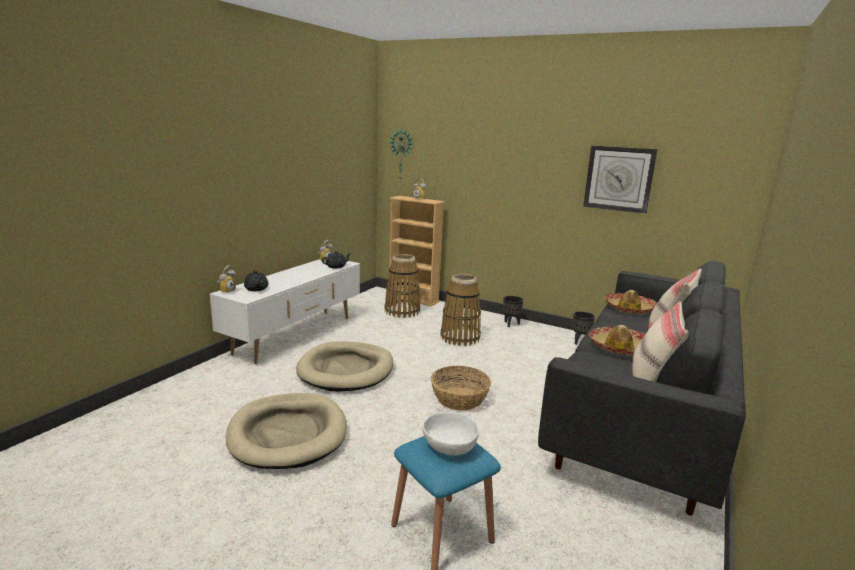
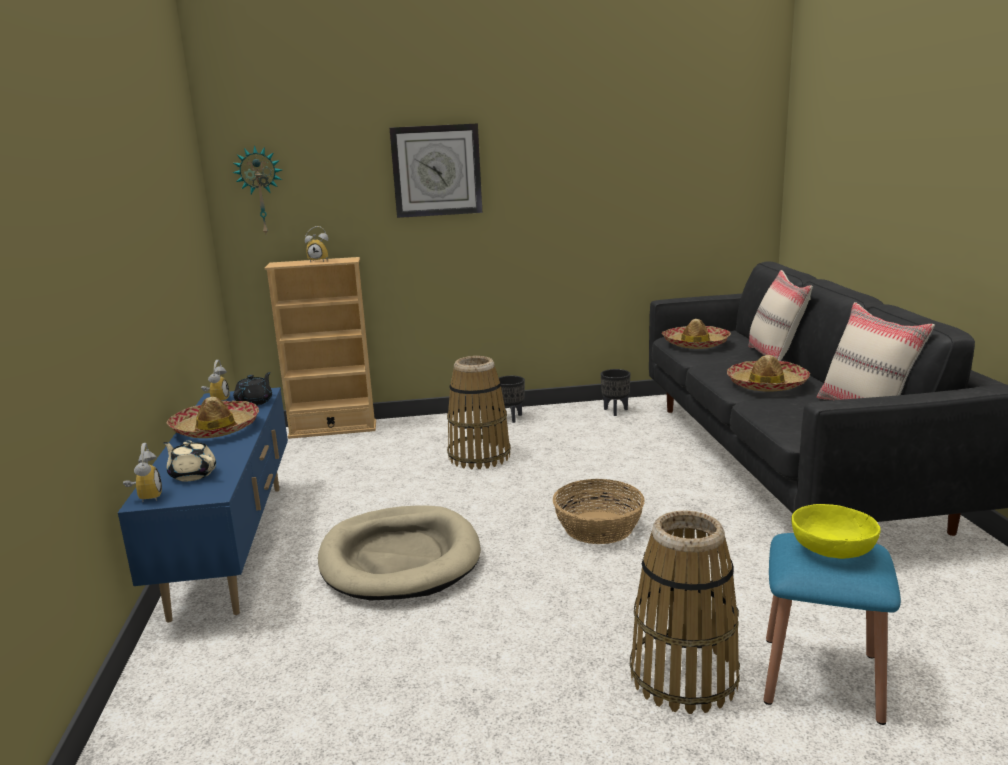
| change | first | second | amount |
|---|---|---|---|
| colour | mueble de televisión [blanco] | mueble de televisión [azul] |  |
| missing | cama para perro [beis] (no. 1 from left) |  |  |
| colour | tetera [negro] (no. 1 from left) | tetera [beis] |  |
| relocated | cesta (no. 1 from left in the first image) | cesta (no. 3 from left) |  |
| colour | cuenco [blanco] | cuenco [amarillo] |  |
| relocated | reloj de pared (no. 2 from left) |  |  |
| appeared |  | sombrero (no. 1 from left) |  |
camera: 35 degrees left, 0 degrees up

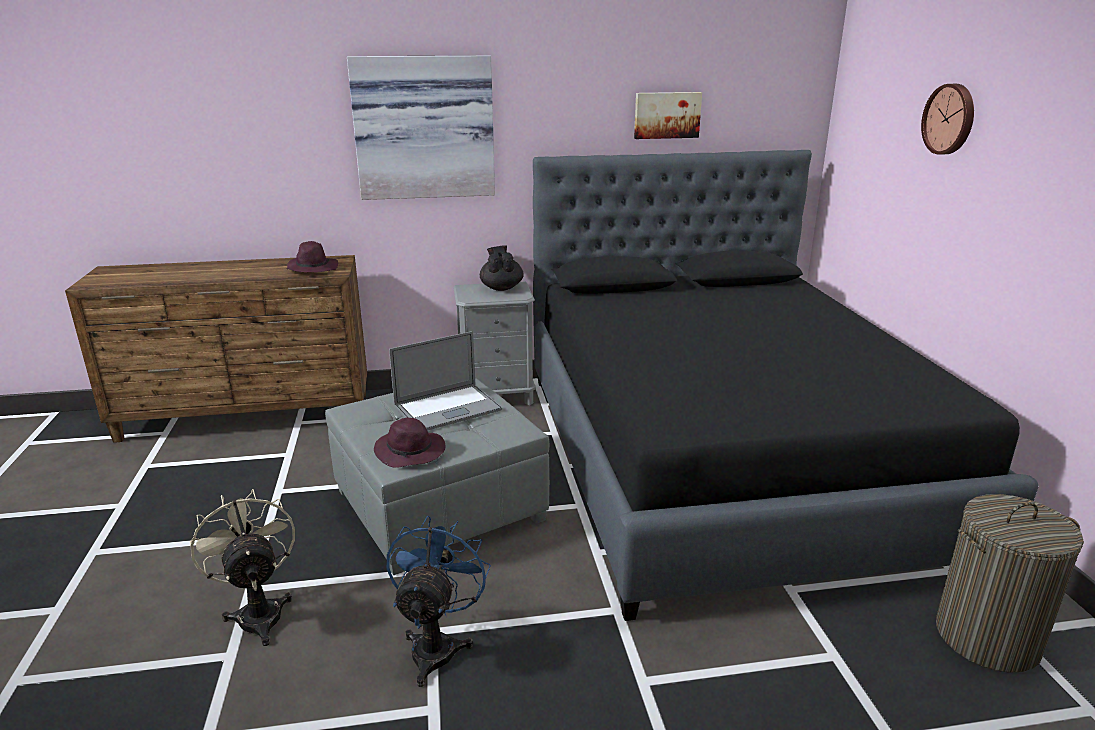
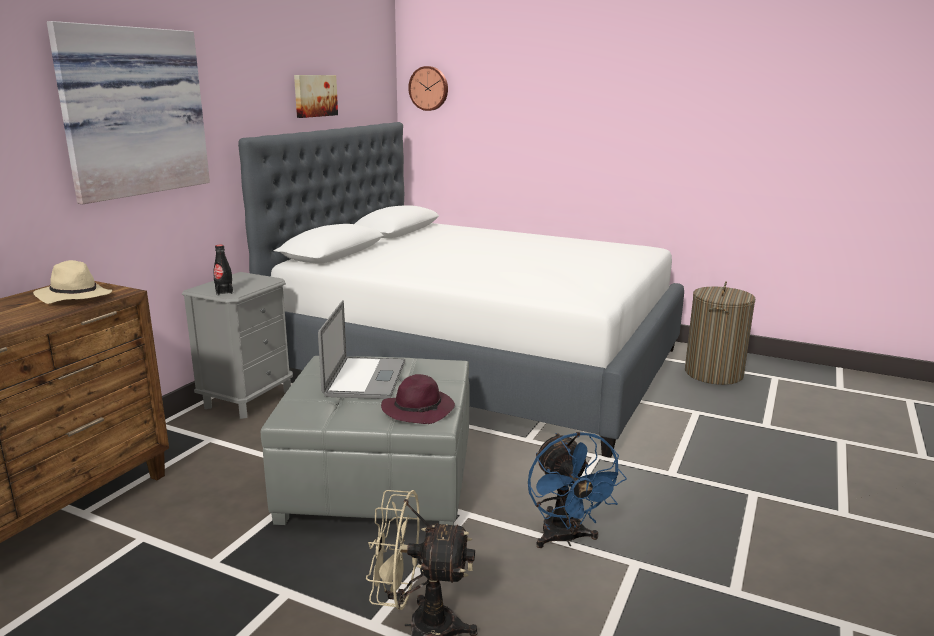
| change | first | second | amount |
|---|---|---|---|
| colour | sombrero [morado] (no. 1 from left) | sombrero [beis] |  |
| spun | ventilador [azul] |  | 150 degrees counterclockwise |
| missing | tetera [negro] |  |  |
| colour | cama [negro] | cama [blanco] |  |
| relocated | reloj de pared |  |  |
| appeared |  | botella [negro] |  |
camera: 55 degrees left, 5 degrees down

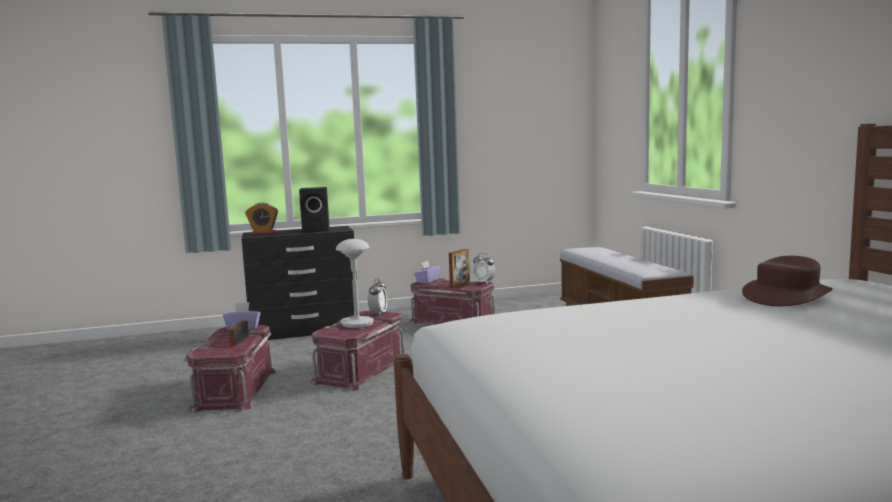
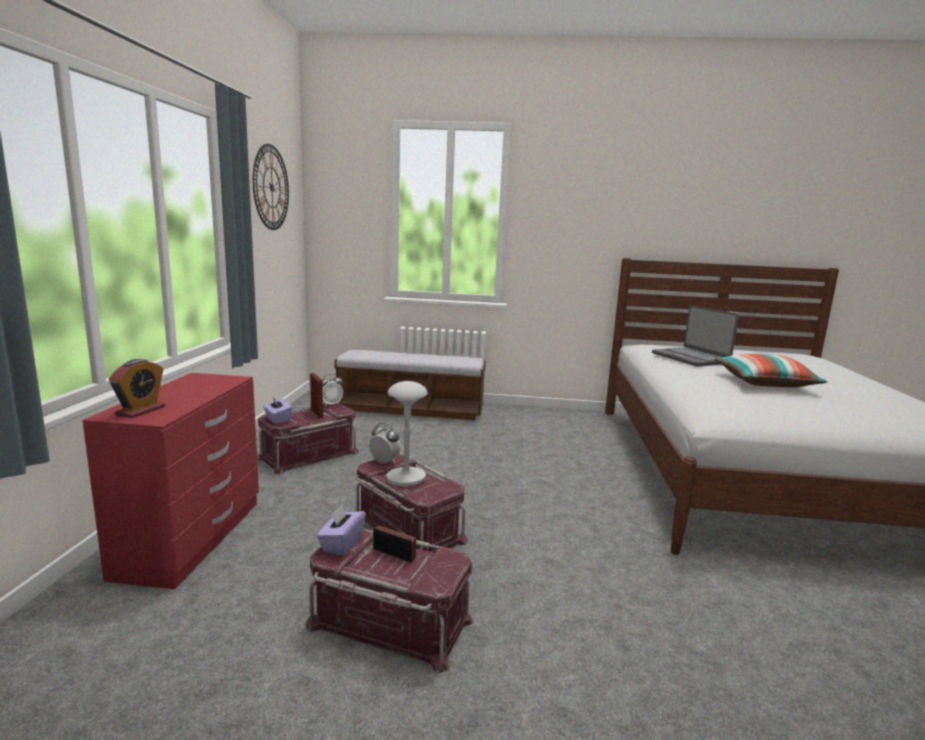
| change | first | second | amount |
|---|---|---|---|
| colour | cómoda [negro] | cómoda [rojo] |  |
| missing | altavoz [negro] |  |  |
| exchanged | sombrero [marrón] | portátil |  |
| appeared |  | reloj de pared |  |
| appeared |  | cojín |  |
camera: 70 degrees left, 5 degrees up

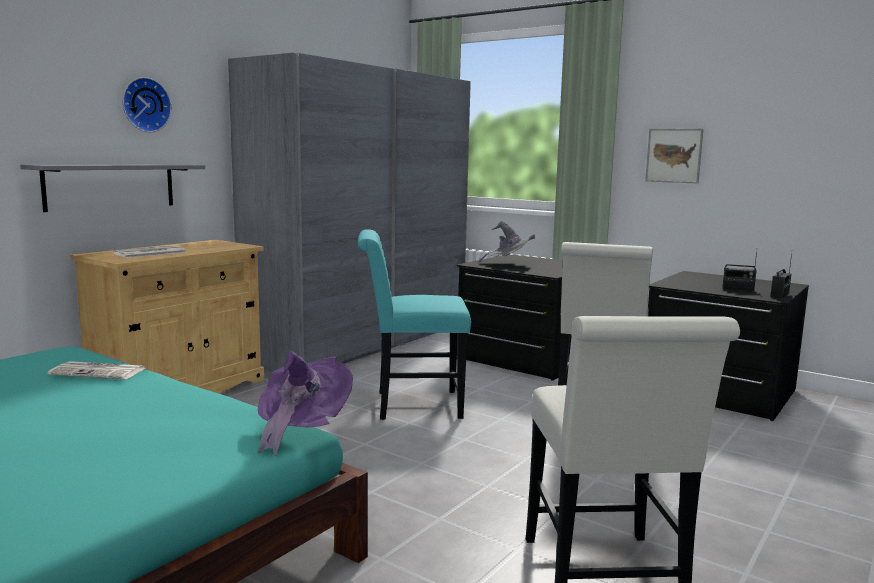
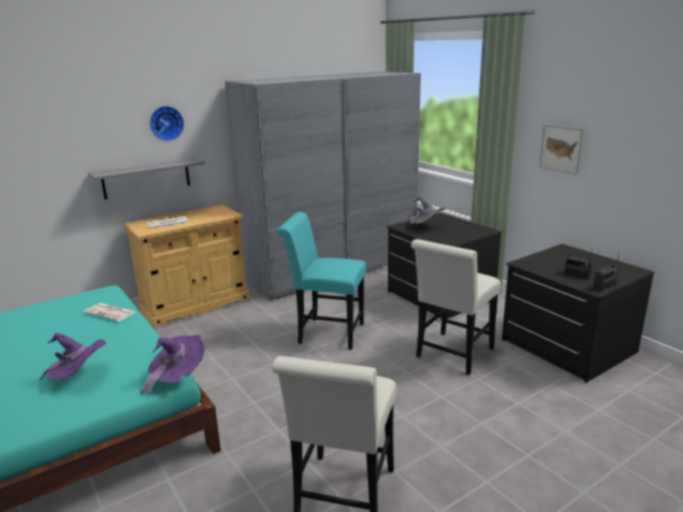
| change | first | second | amount |
|---|---|---|---|
| appeared |  | sombrero [morado] (no. 1 from left) |  |
camera: 20 degrees right, 10 degrees up

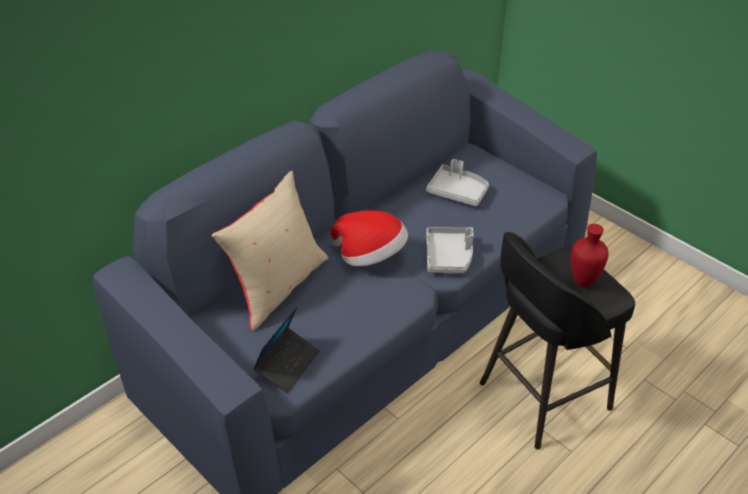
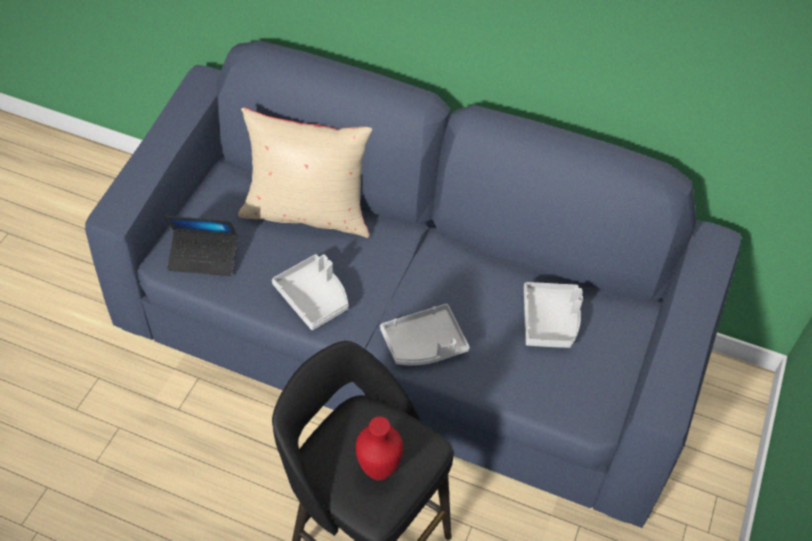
| change | first | second | amount |
|---|---|---|---|
| missing | sombrero |  |  |
| appeared |  | bandeja [gris] (no. 1 from left) |  |
camera: 65 degrees right, 10 degrees up

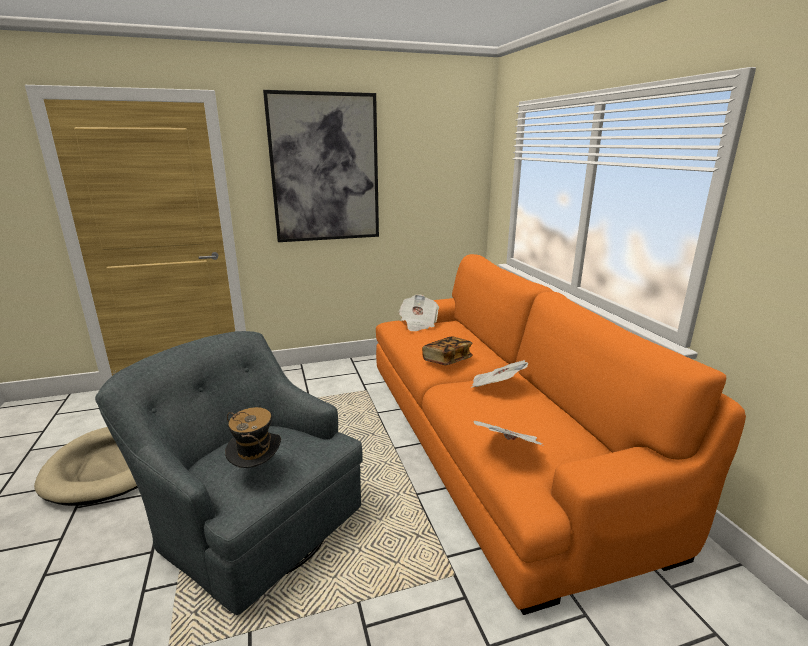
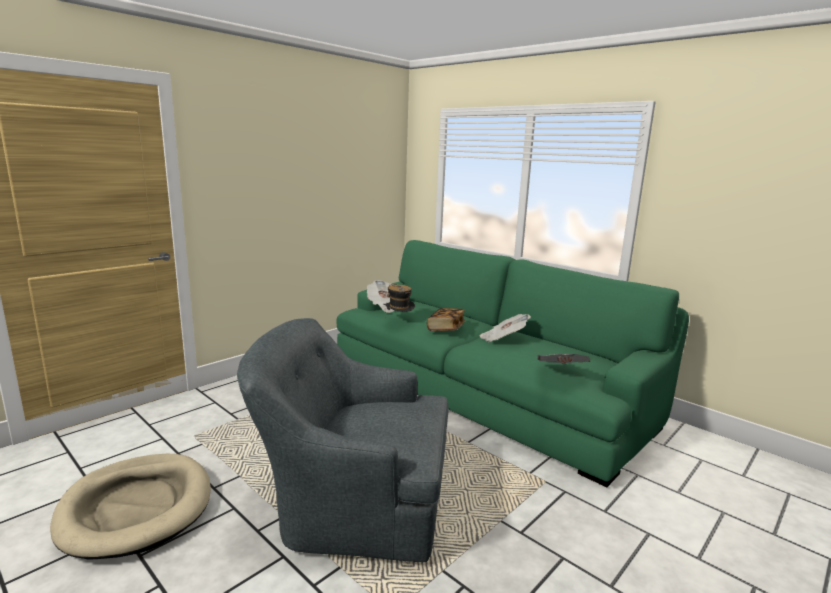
| change | first | second | amount |
|---|---|---|---|
| relocated | sombrero |  |  |
| missing | cuadro |  |  |
| colour | sofá [naranja] | sofá [verde] |  |
camera: 30 degrees left, 5 degrees down

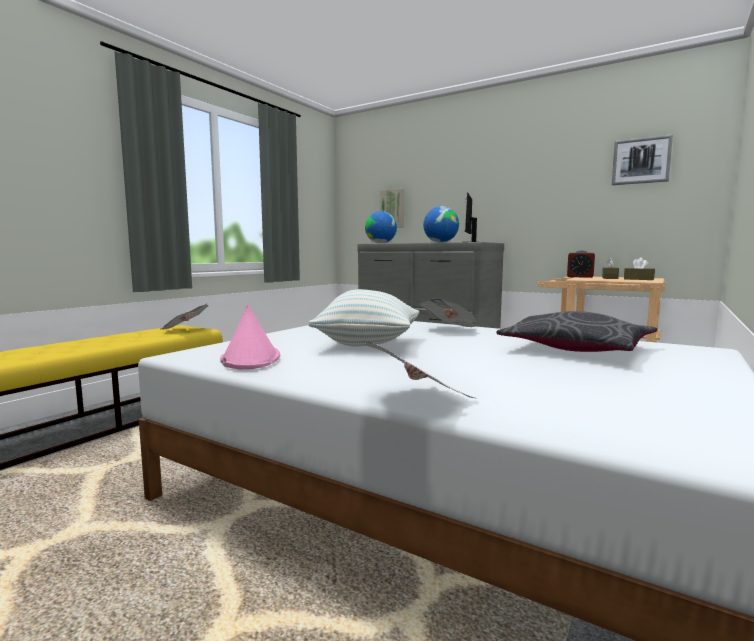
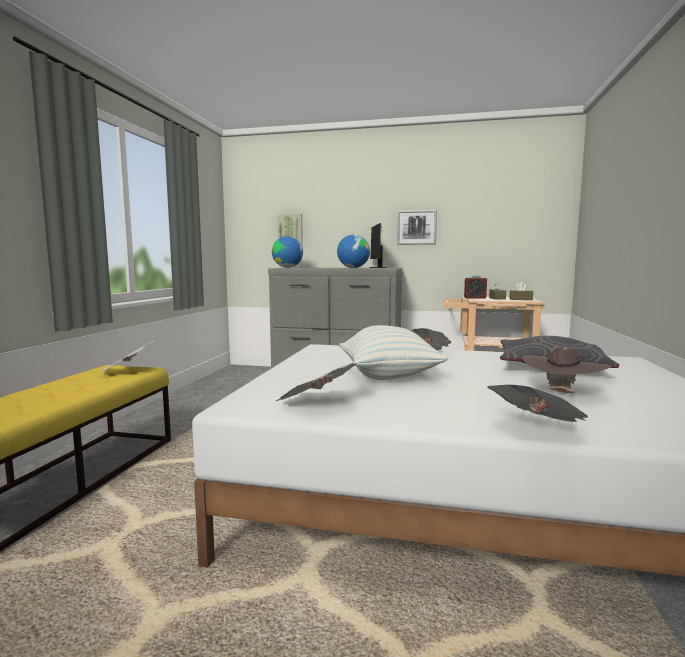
| change | first | second | amount |
|---|---|---|---|
| exchanged | sombrero [rosa] | periódico (no. 2 from left) |  |
| relocated | cuadro (no. 2 from left) |  |  |
| appeared |  | sombrero [marrón] |  |
camera: 20 degrees left, 0 degrees up

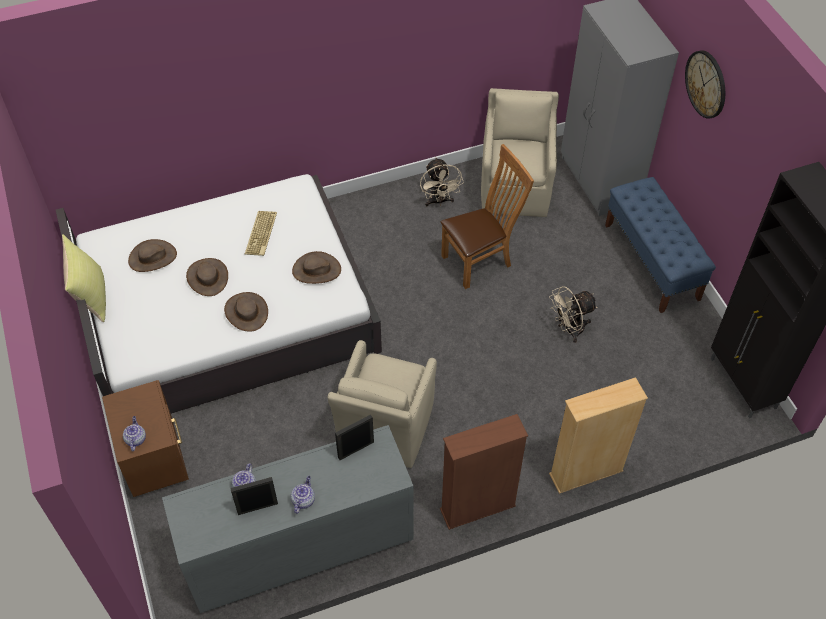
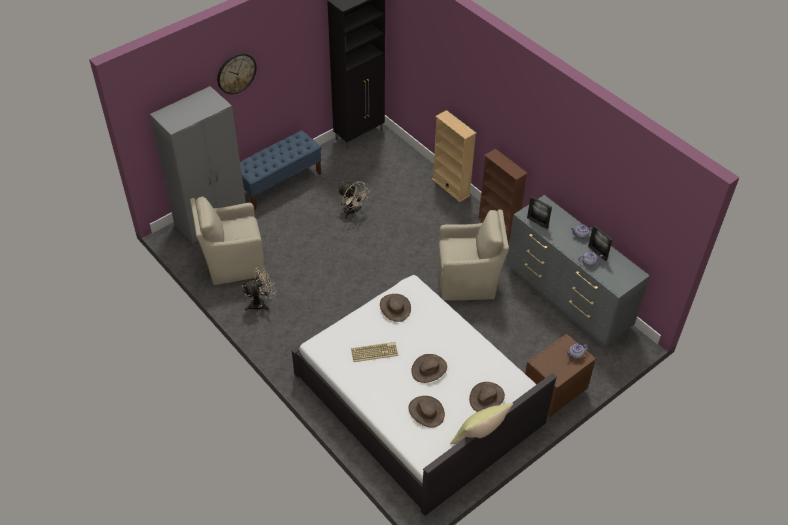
| change | first | second | amount |
|---|---|---|---|
| relocated | sombrero [marrón] (no. 3 from left in the first image) | sombrero [marrón] (no. 4 from left) |  |
| missing | silla [marrón] |  |  |
camera: 110 degrees left, 5 degrees down

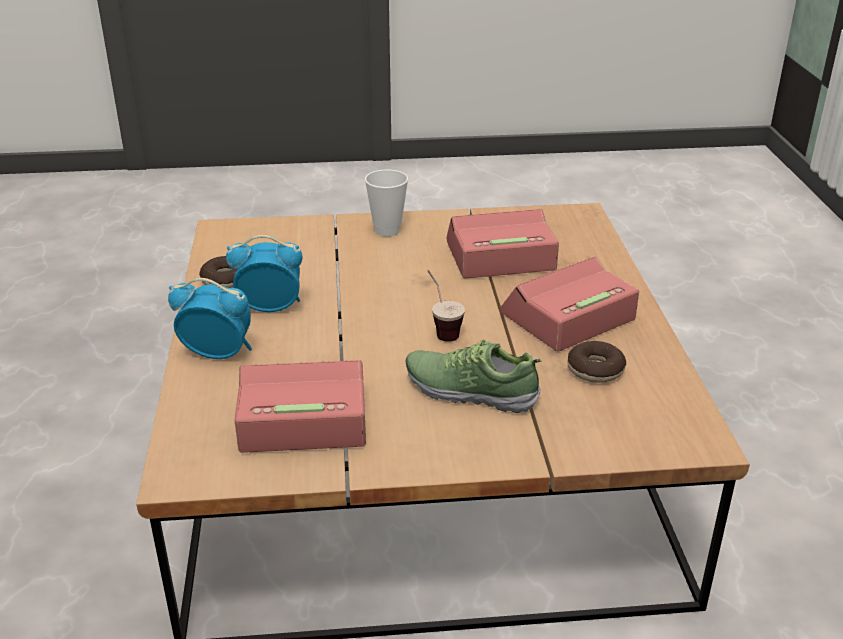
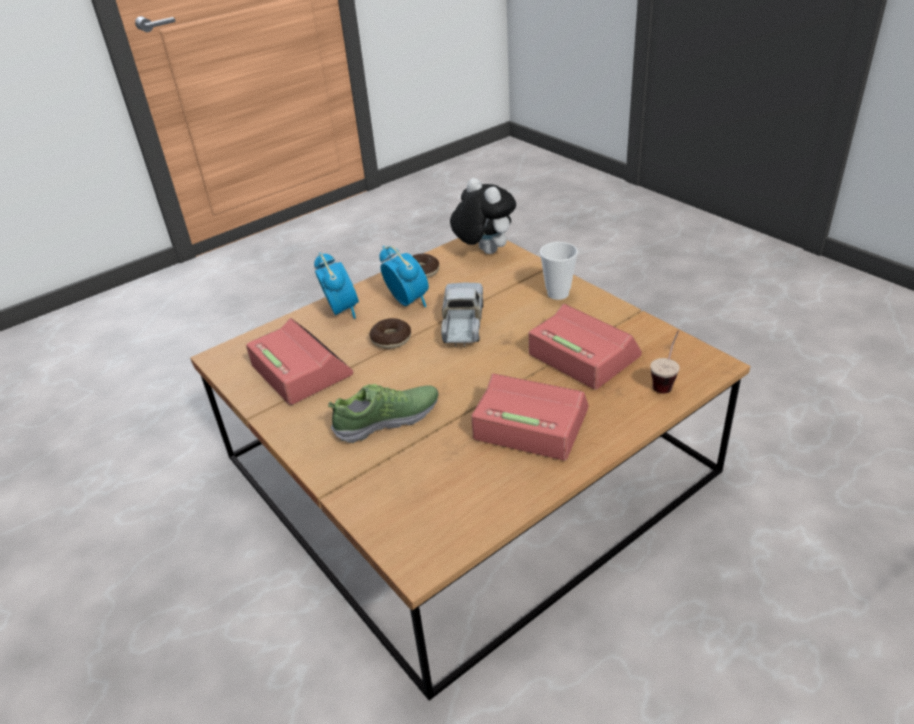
| change | first | second | amount |
|---|---|---|---|
| spun | zapato |  | 75 degrees clockwise |
| relocated | taza (no. 2 from left) |  |  |
| relocated | rosquilla (no. 2 from left in the first image) | rosquilla (no. 1 from left) |  |
| appeared |  | camión de juguete |  |
| appeared |  | peluche |  |
camera: 60 degrees right, 5 degrees up

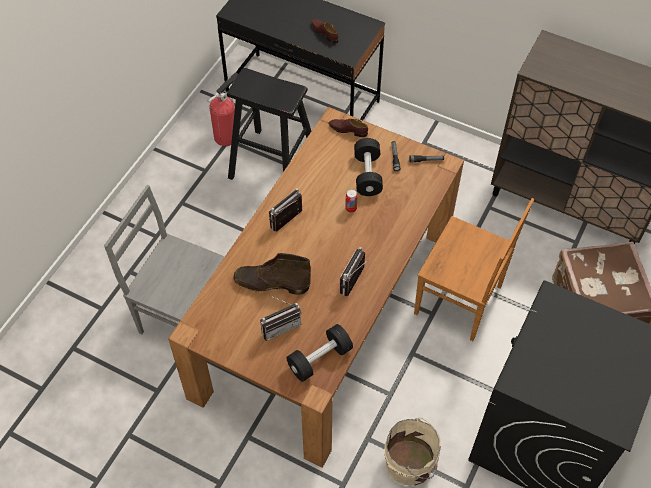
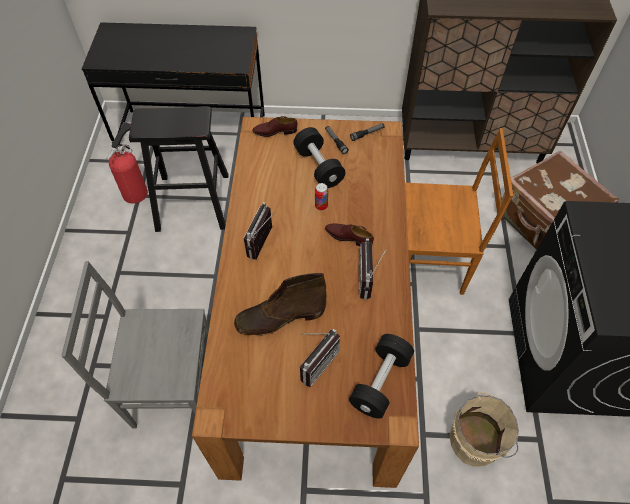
| change | first | second | amount |
|---|---|---|---|
| relocated | zapato [marrón] (no. 1 from left in the first image) | zapato [marrón] (no. 2 from left) |  |
camera: 25 degrees left, 0 degrees up

